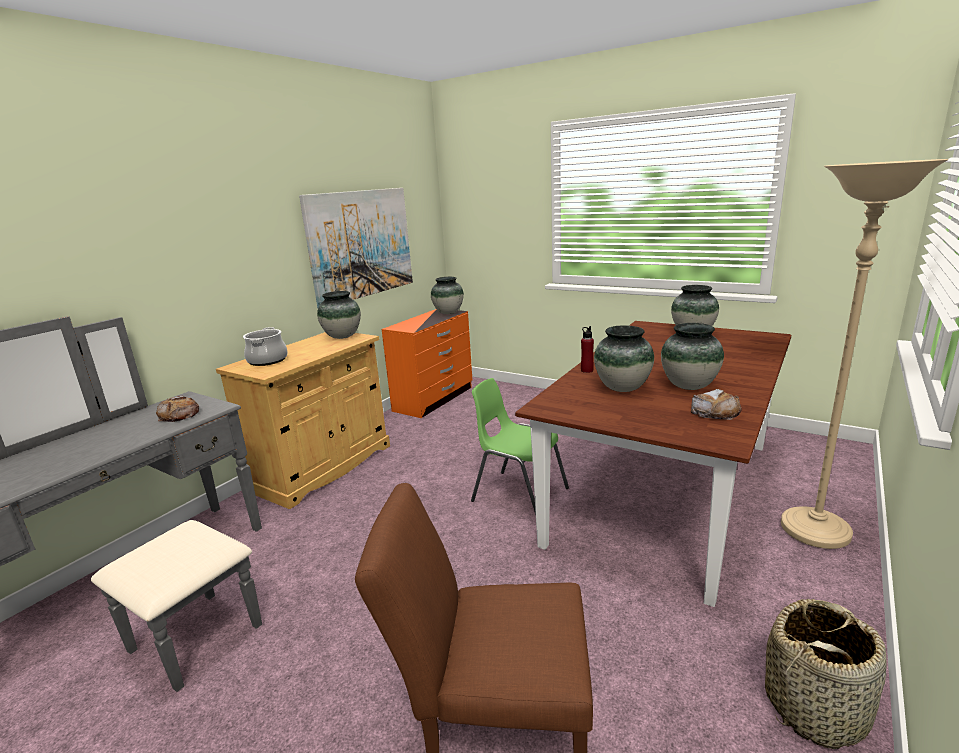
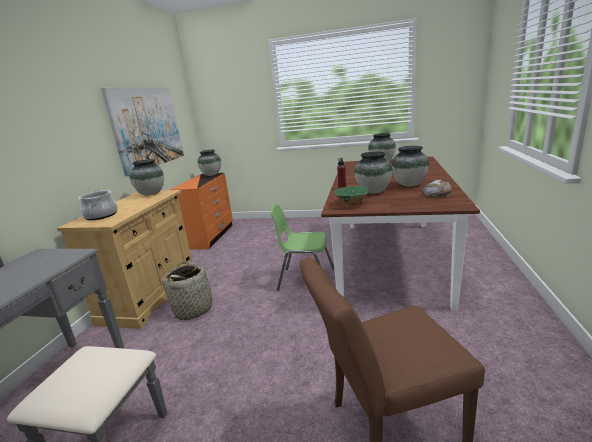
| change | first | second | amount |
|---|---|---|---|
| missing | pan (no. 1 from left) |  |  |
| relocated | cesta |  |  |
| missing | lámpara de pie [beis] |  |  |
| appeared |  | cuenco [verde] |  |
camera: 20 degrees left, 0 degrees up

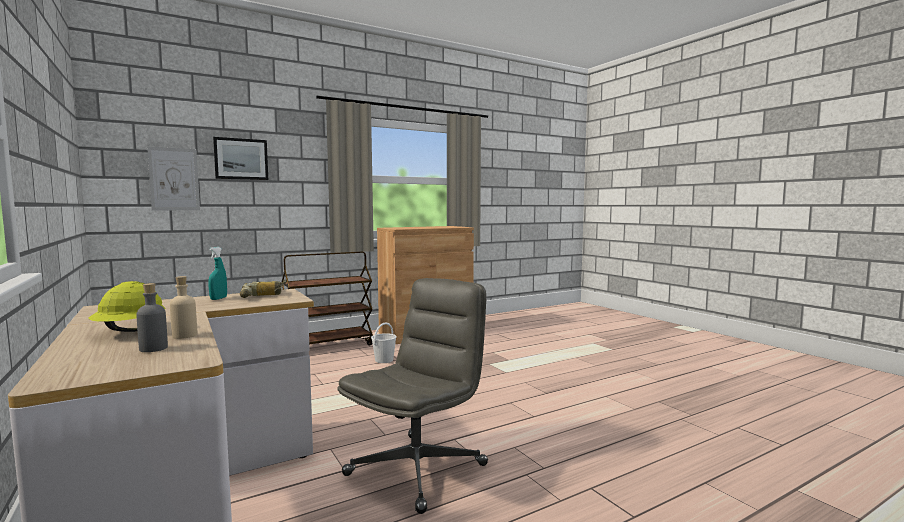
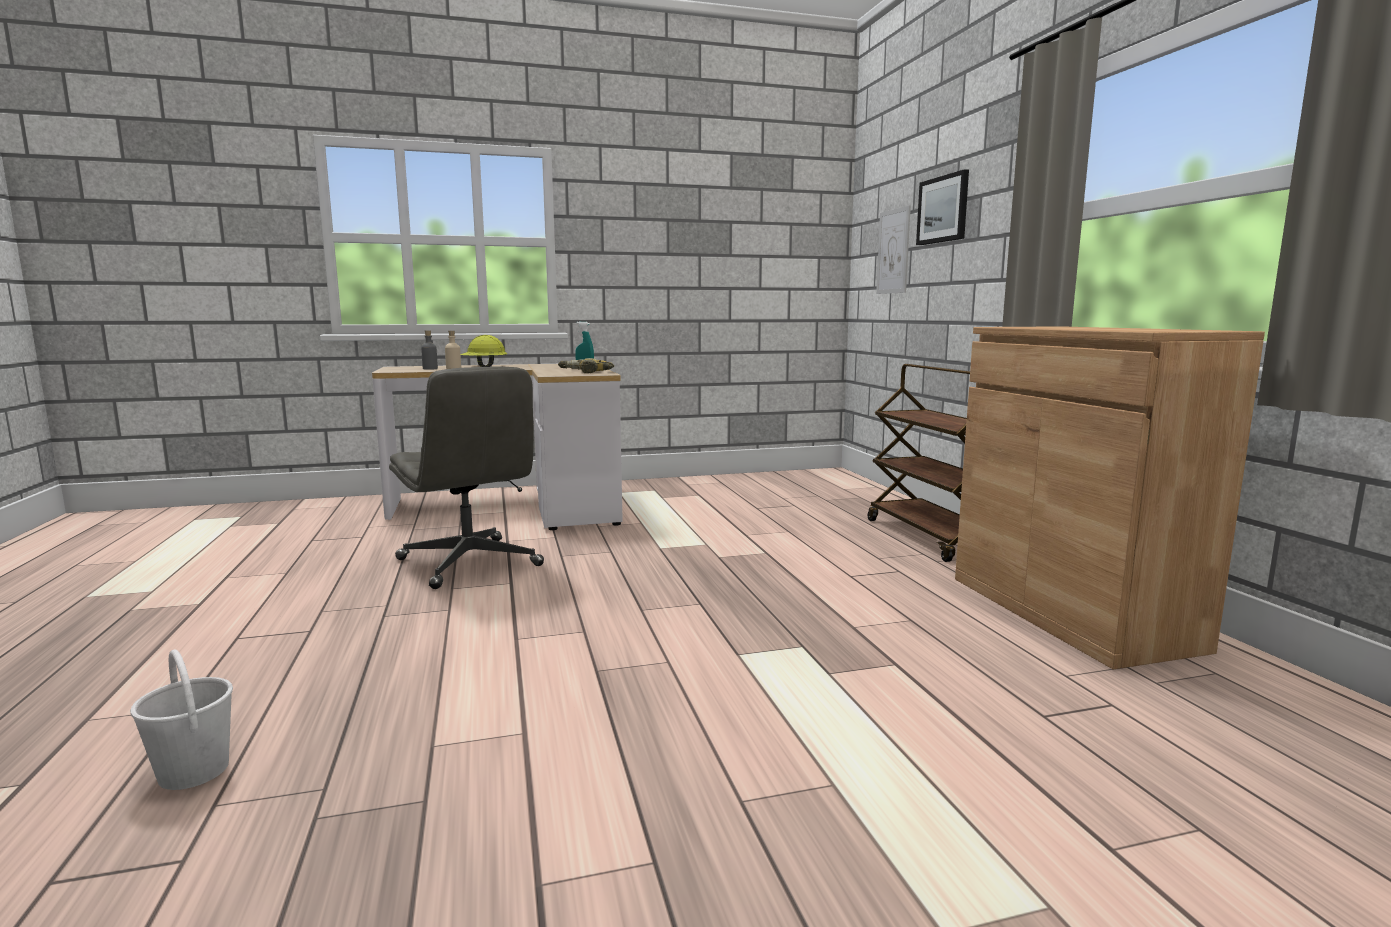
| change | first | second | amount |
|---|---|---|---|
| relocated | cubo [blanco] |  |  |
camera: 105 degrees right, 5 degrees up

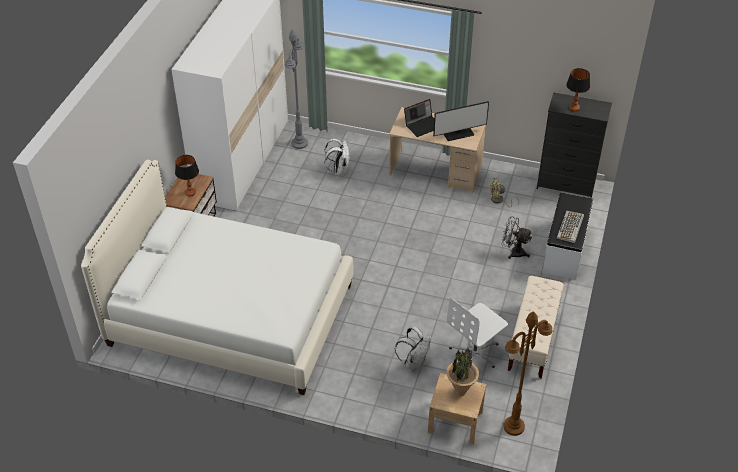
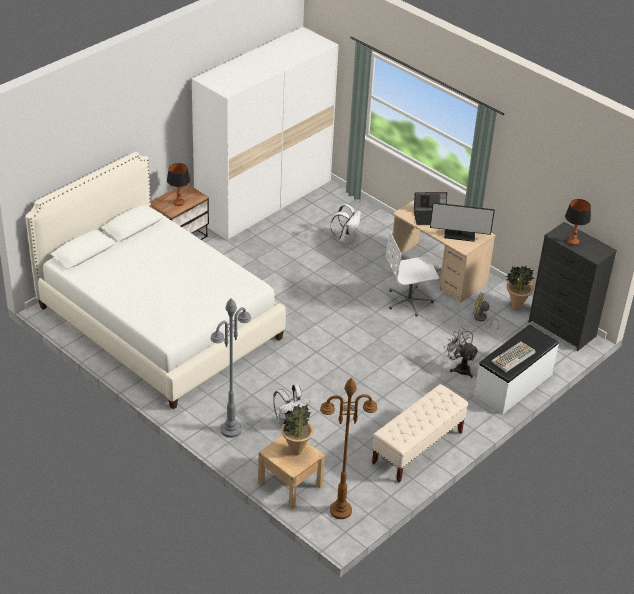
| change | first | second | amount |
|---|---|---|---|
| relocated | lámpara de pie [gris] |  |  |
| relocated | silla de oficina [blanco] |  |  |
| appeared |  | planta en maceta (no. 2 from left) |  |
camera: 25 degrees right, 5 degrees down

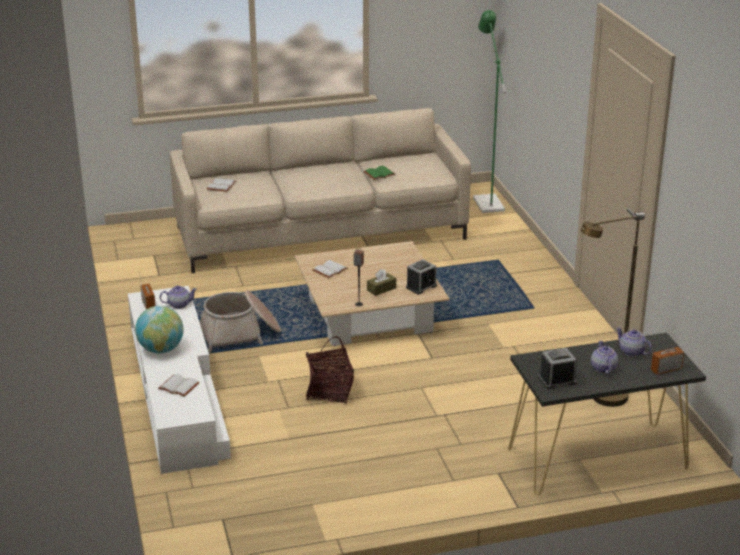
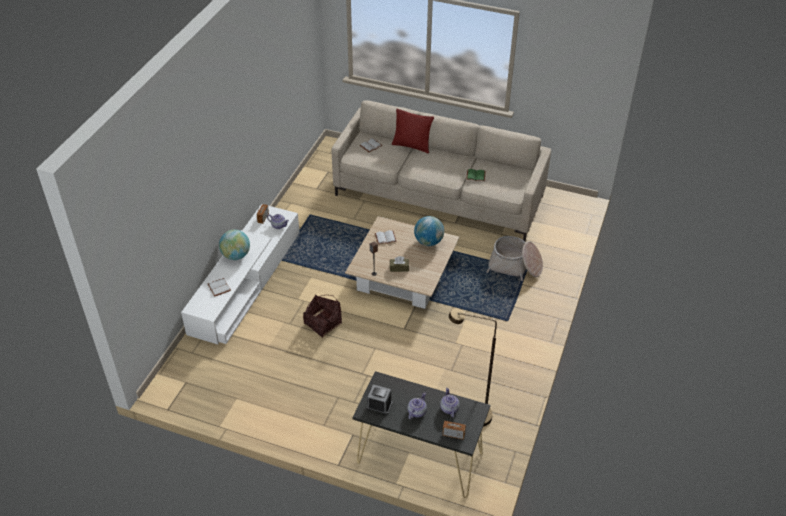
| change | first | second | amount |
|---|---|---|---|
| relocated | cesta (no. 1 from left in the first image) | cesta (no. 2 from left) |  |
| missing | despertador (no. 1 from left) |  |  |
| missing | lámpara de pie [verde] |  |  |
| appeared |  | cojín [rojo] |  |
| appeared |  | globo terráqueo (no. 2 from left) |  |
camera: 35 degrees right, 15 degrees up

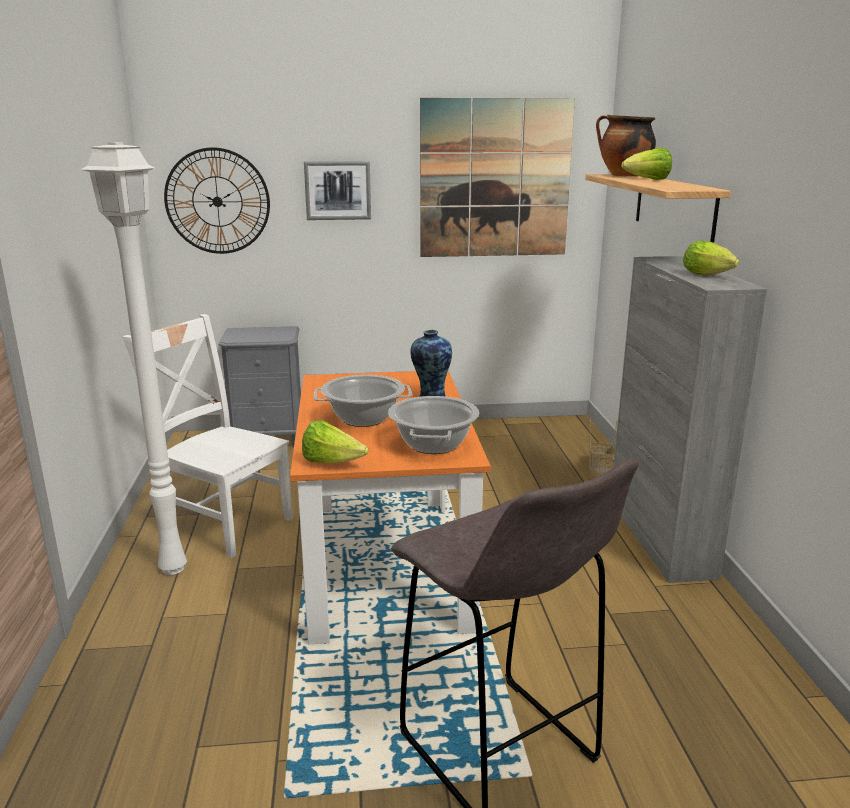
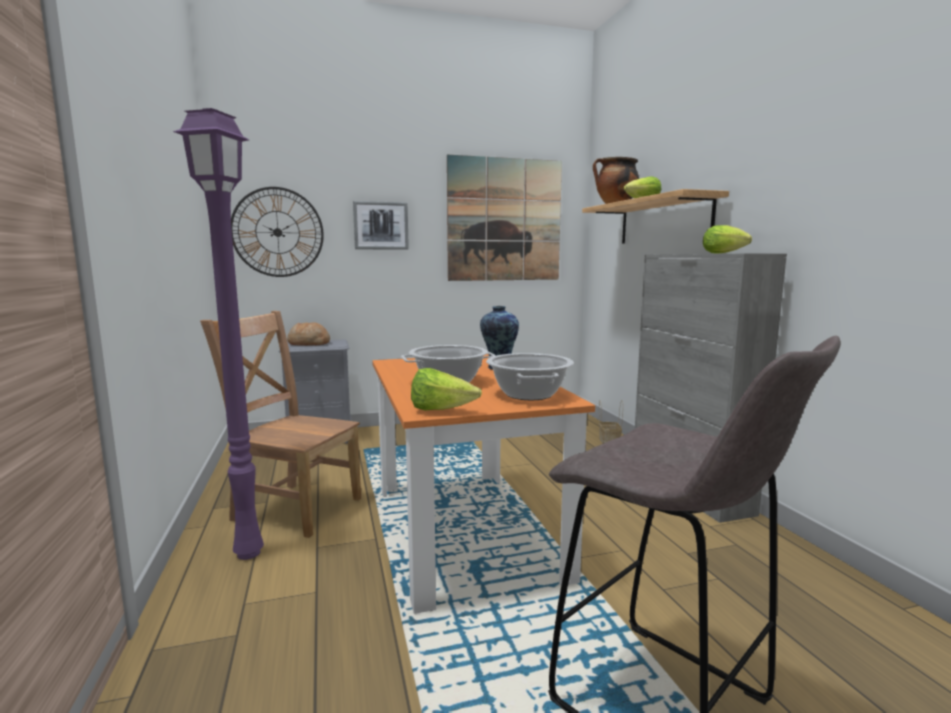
| change | first | second | amount |
|---|---|---|---|
| colour | lámpara de pie [blanco] | lámpara de pie [morado] |  |
| colour | silla [blanco] | silla [marrón] |  |
| appeared |  | pan |  |
camera: 10 degrees left, 10 degrees down

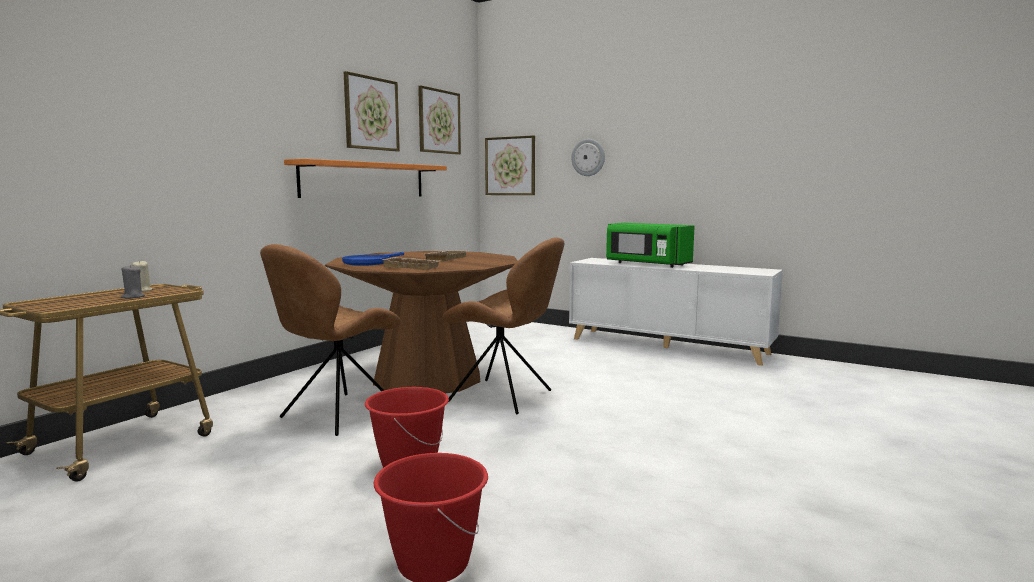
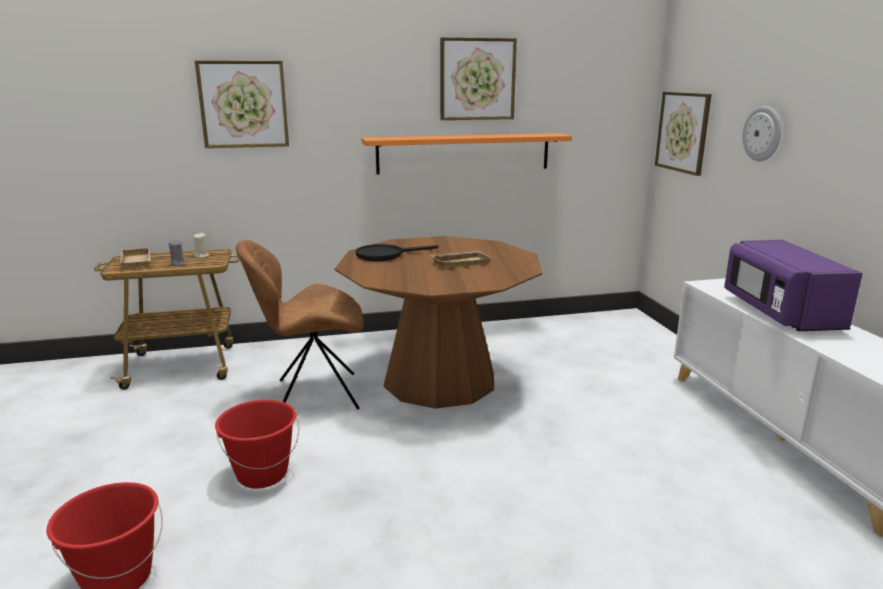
| change | first | second | amount |
|---|---|---|---|
| colour | sartén [azul] | sartén [negro] |  |
| relocated | bandeja [beis] (no. 1 from left) |  |  |
| relocated | cuadro (no. 2 from left in the first image) | cuadro (no. 1 from left) |  |
| missing | silla [marrón] (no. 2 from left) |  |  |
| colour | microondas [verde] | microondas [morado] |  |
camera: 45 degrees right, 10 degrees up

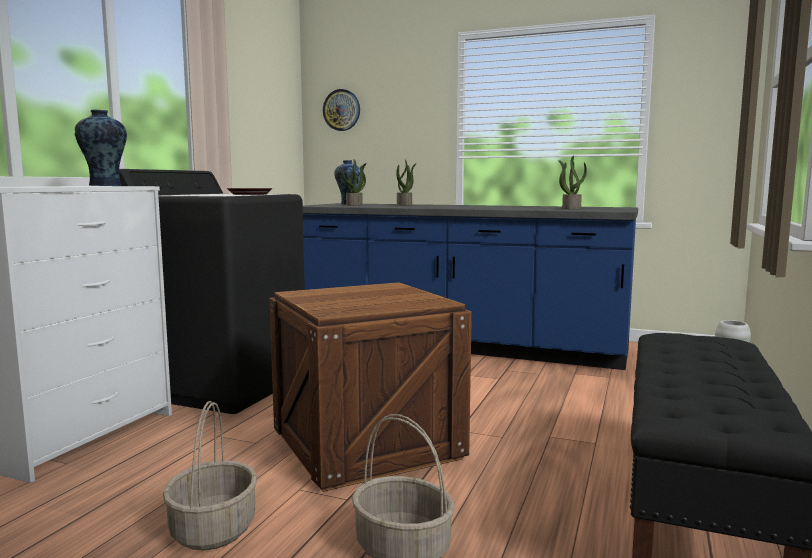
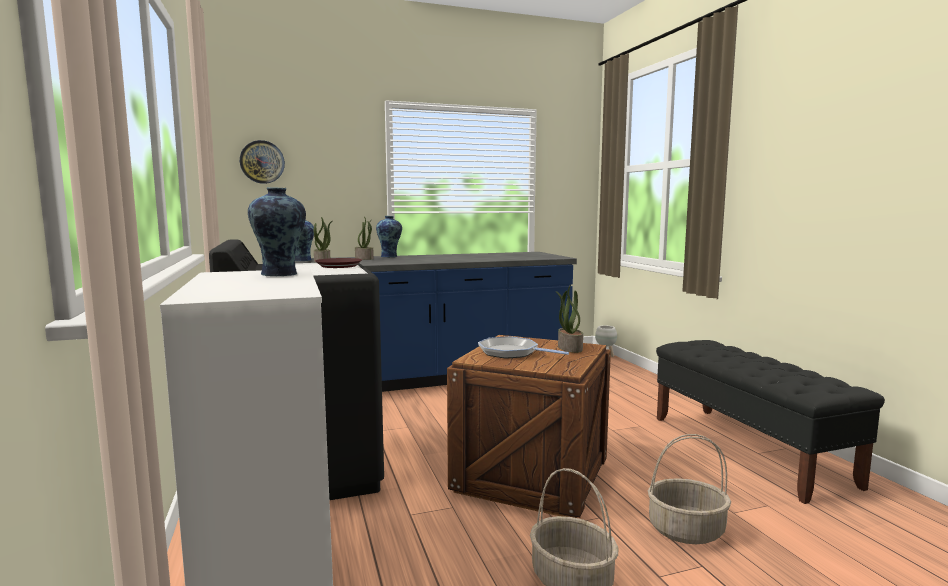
| change | first | second | amount |
|---|---|---|---|
| relocated | planta en maceta (no. 3 from left) |  |  |
| appeared |  | florero (no. 3 from left) |  |
| appeared |  | sartén |  |
camera: 40 degrees left, 0 degrees up

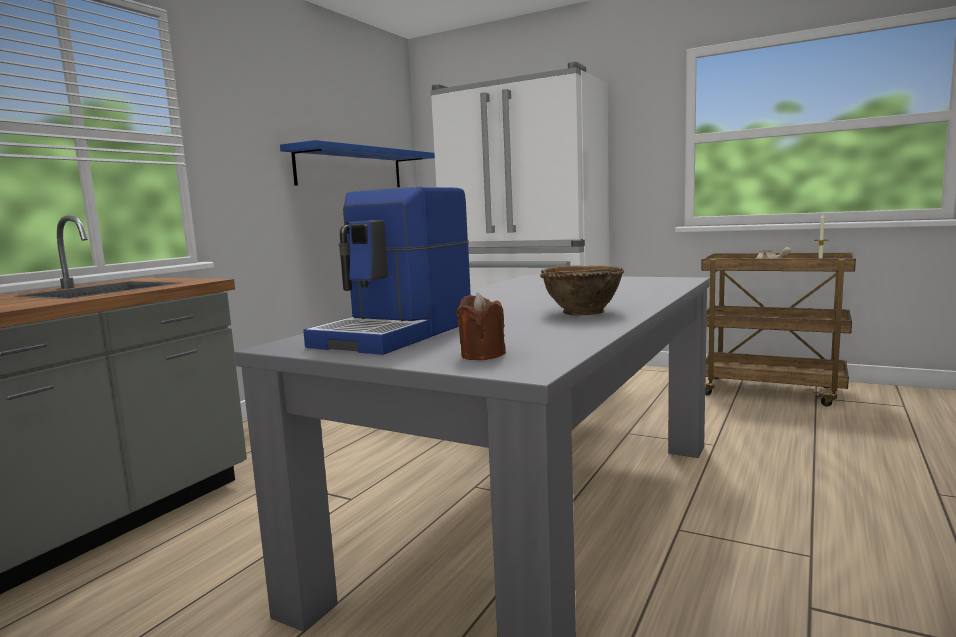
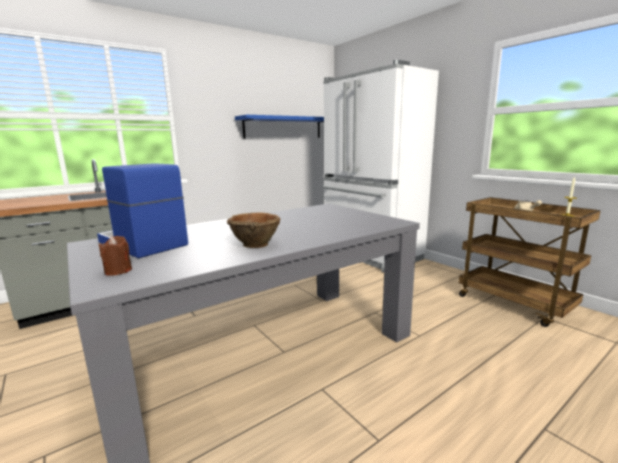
| change | first | second | amount |
|---|---|---|---|
| spun | cafetera |  | 75 degrees clockwise |
camera: 25 degrees right, 5 degrees up

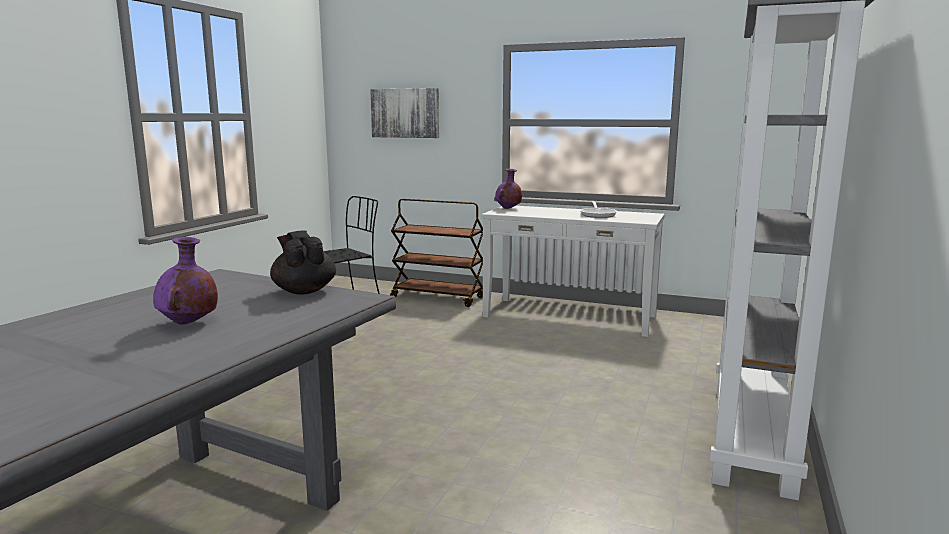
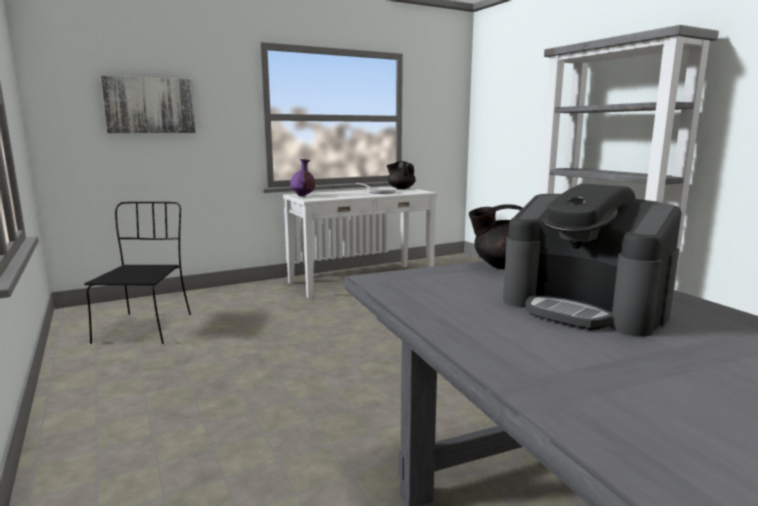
| change | first | second | amount |
|---|---|---|---|
| exchanged | florero [morado] (no. 1 from left) | cafetera |  |
| missing | carrito [marrón] |  |  |
| appeared |  | tetera [negro] (no. 1 from left) |  |
camera: 50 degrees left, 0 degrees up

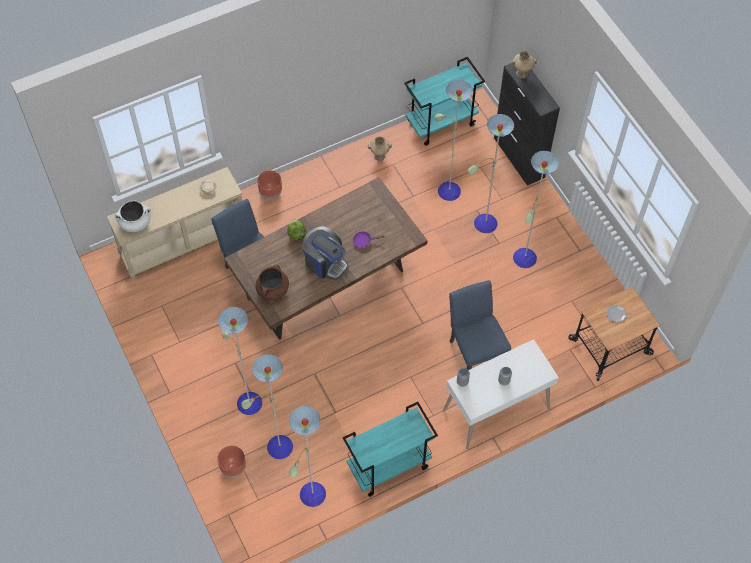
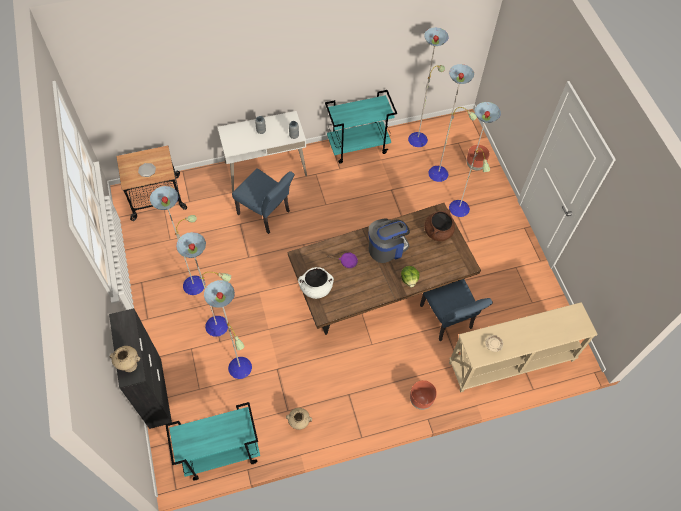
| change | first | second | amount |
|---|---|---|---|
| relocated | olla [blanco] |  |  |
| spun | cafetera |  | 105 degrees clockwise |
| spun | silla [azul] (no. 2 from left in the first image) | silla [azul] (no. 1 from left) | 45 degrees counterclockwise |
camera: 170 degrees left, 0 degrees up

